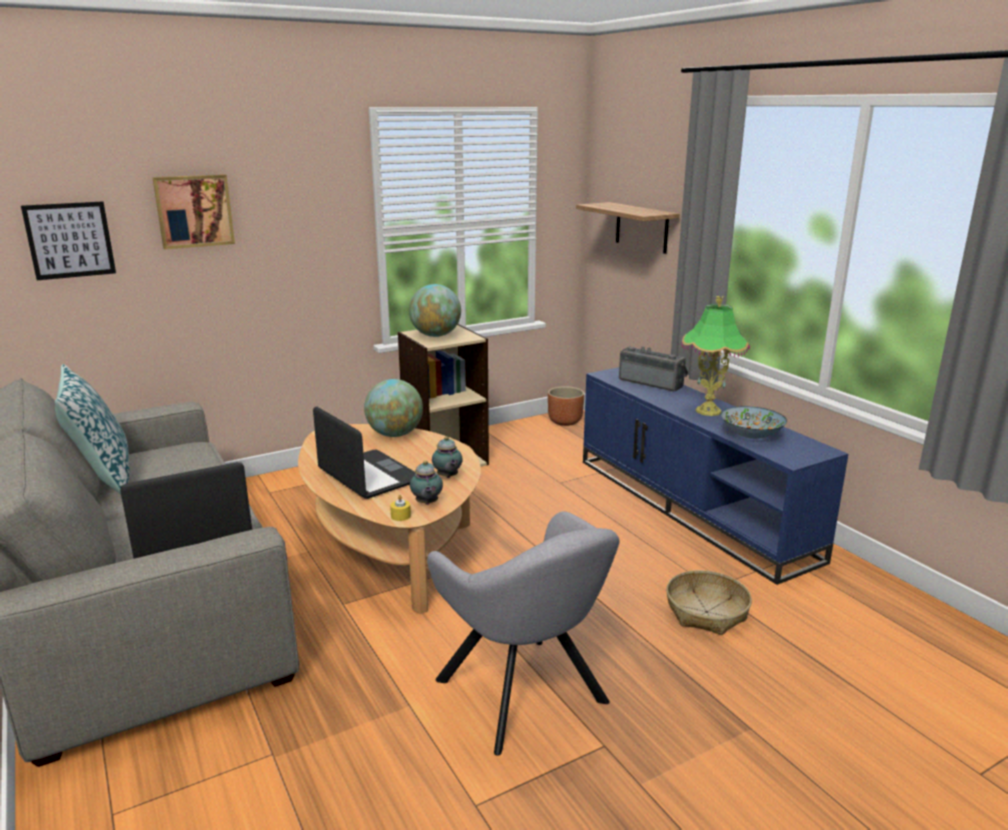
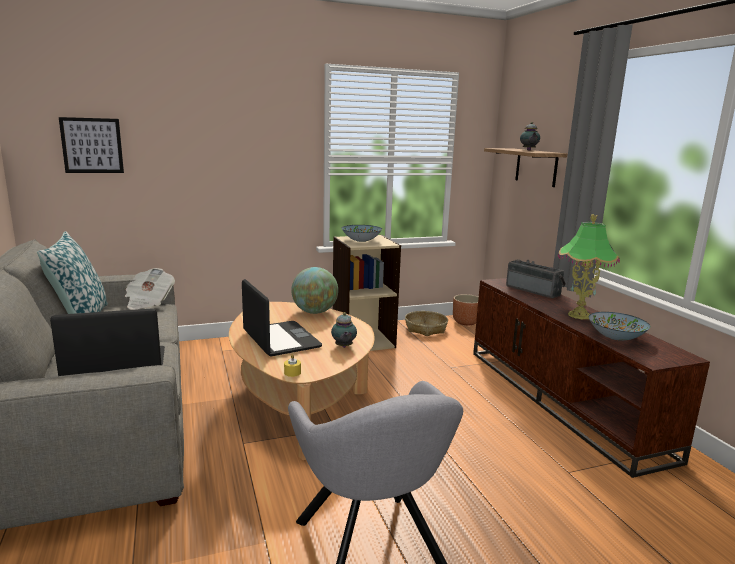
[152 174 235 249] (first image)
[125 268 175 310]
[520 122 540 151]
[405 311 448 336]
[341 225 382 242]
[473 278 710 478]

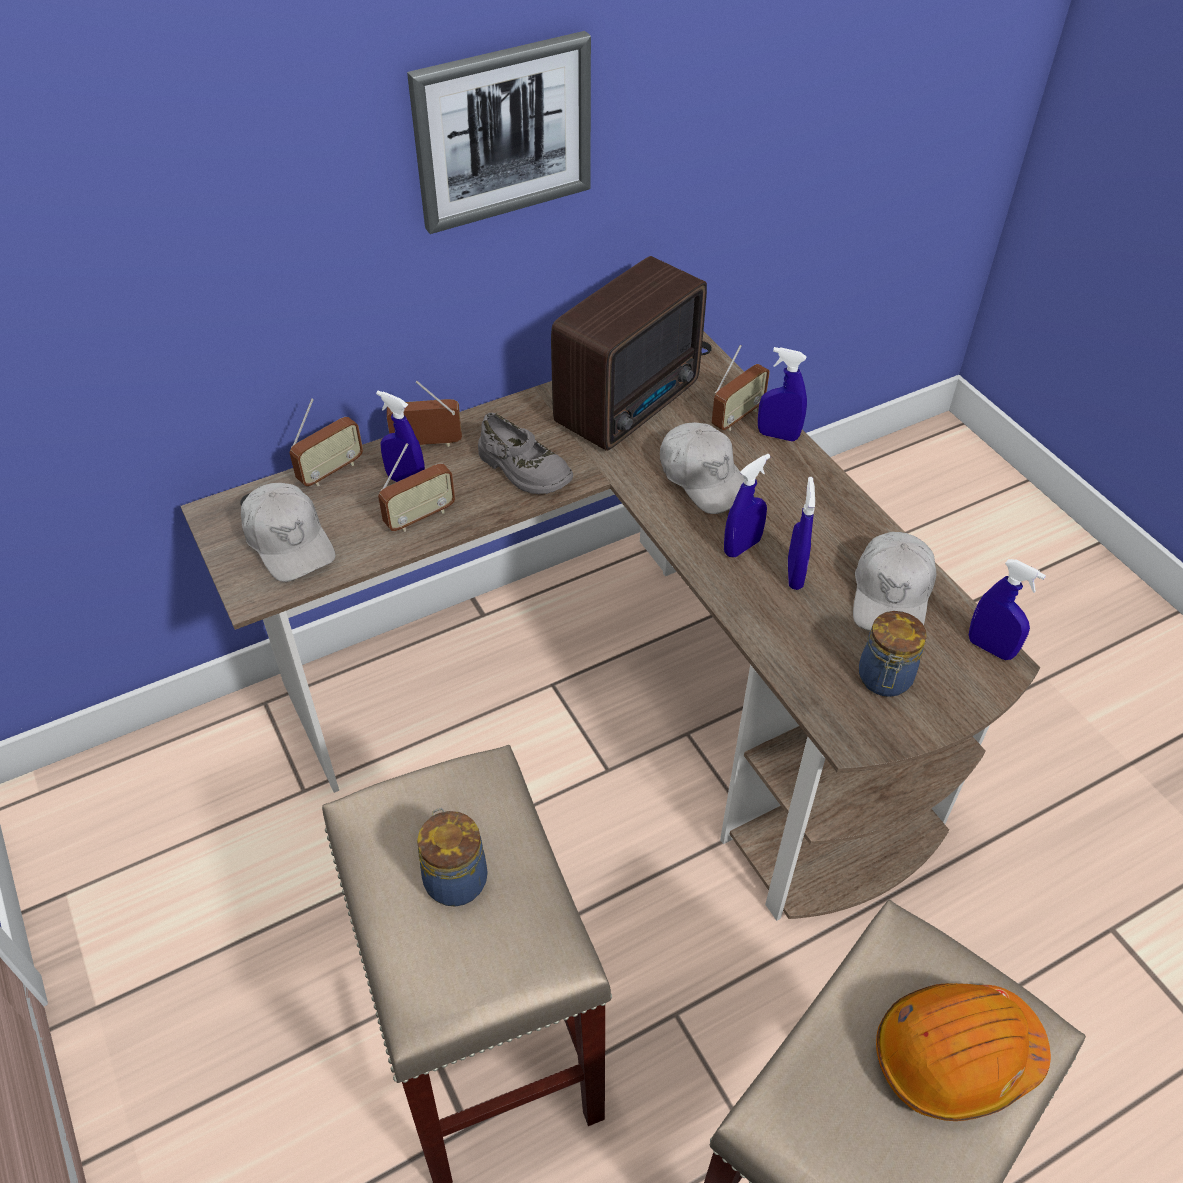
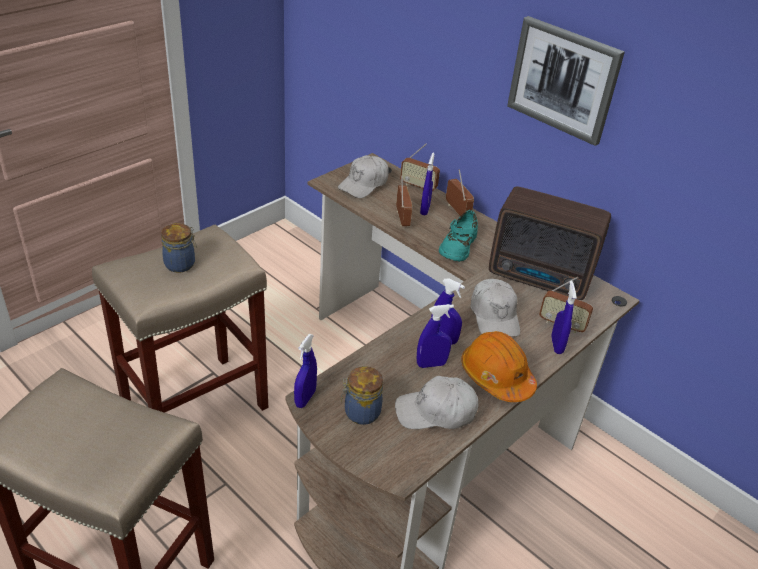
[461 331 537 402]
[294 334 317 408]
[439 210 478 262]
[396 175 412 226]
[470 279 520 337]

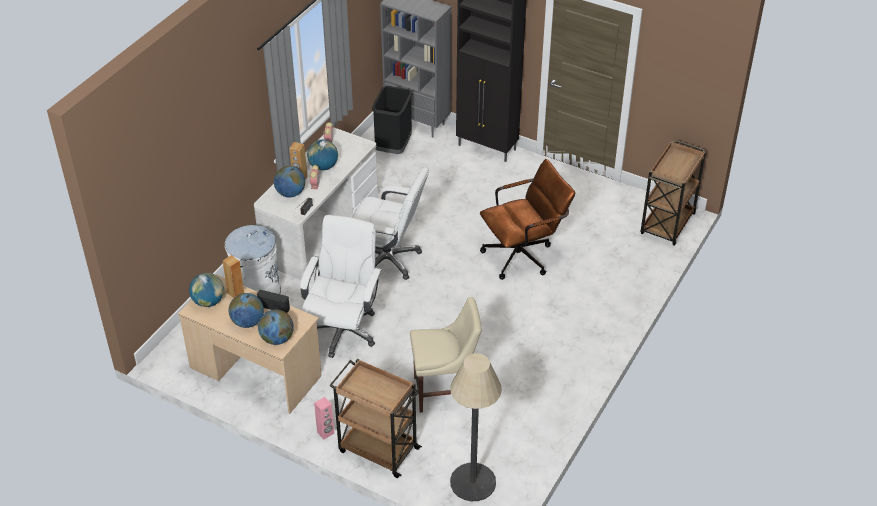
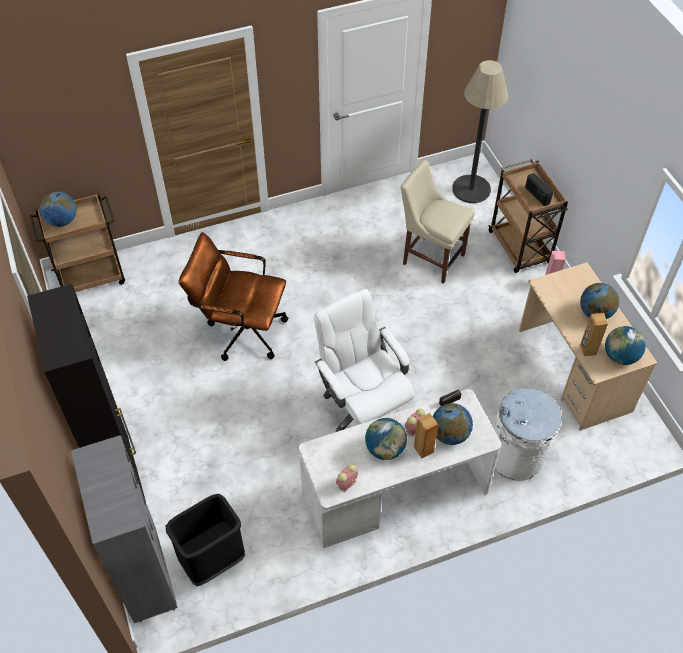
[300 215 382 358] (first image)
[525 173 553 206]
[40 191 76 227]

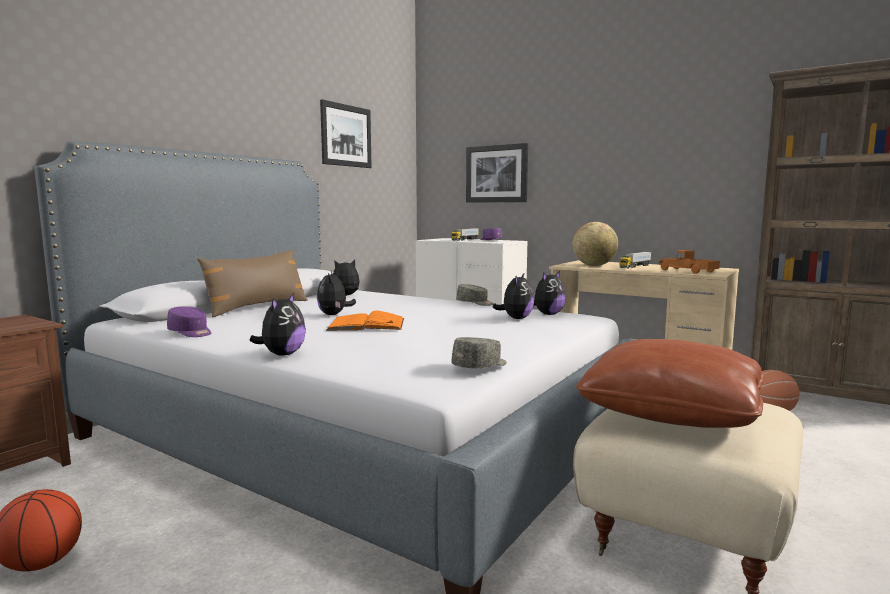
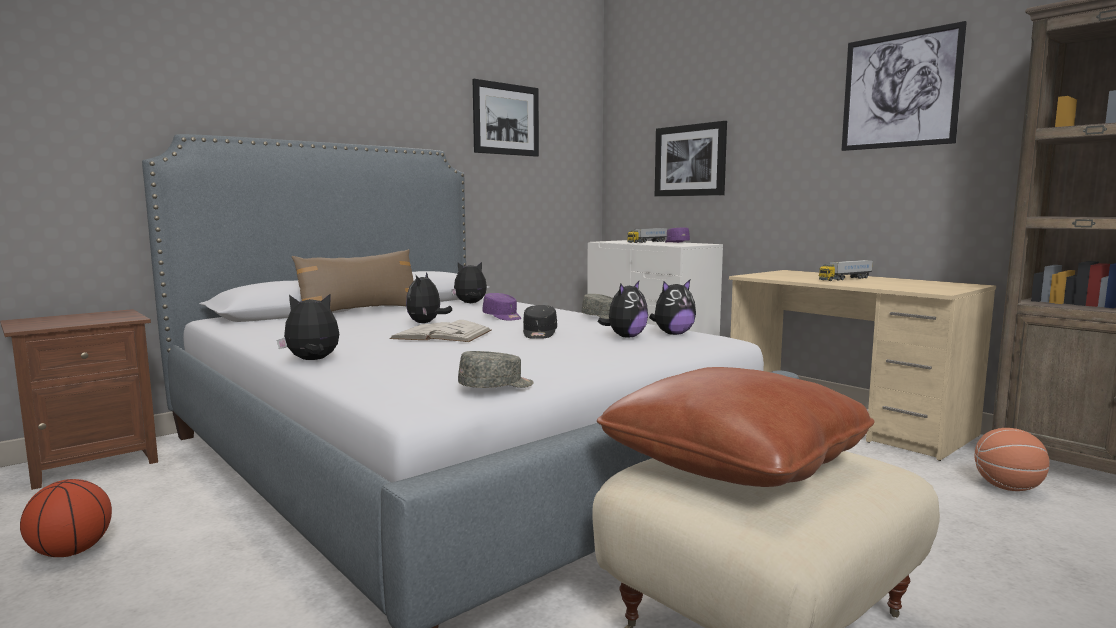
[573 222 618 266] (first image)
[659 250 720 274] (first image)
[523 305 557 339]
[842 21 967 151]
[482 293 521 321]
[390 320 491 342]
[277 294 339 360]

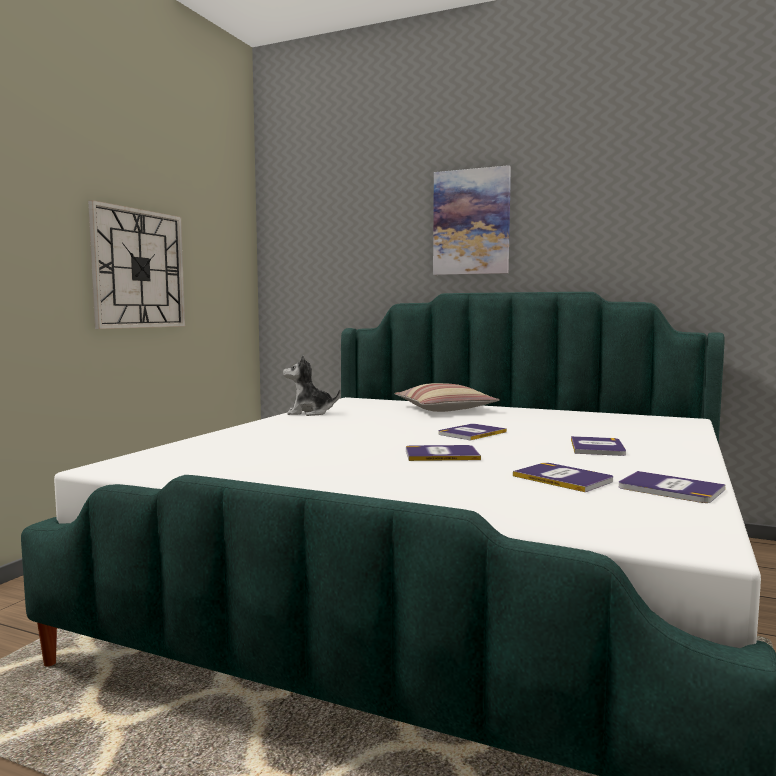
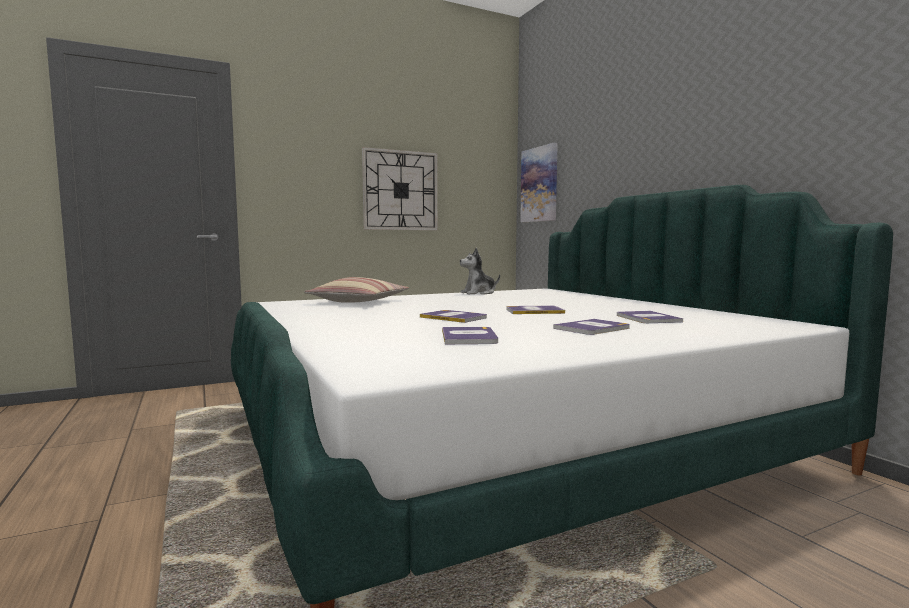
[304 277 409 303]
[520 143 558 222]
[617 311 683 323]
[460 247 500 295]

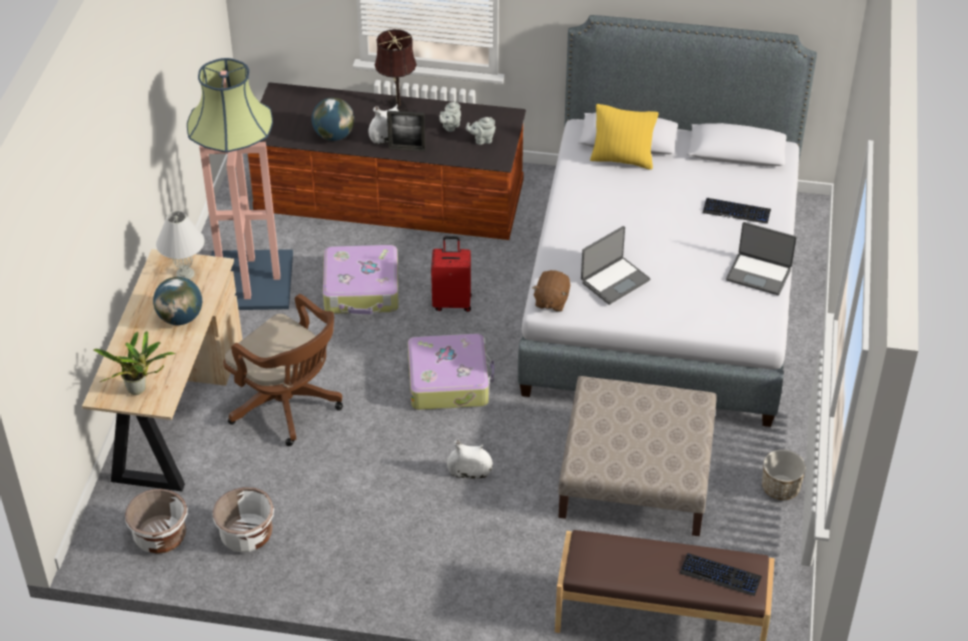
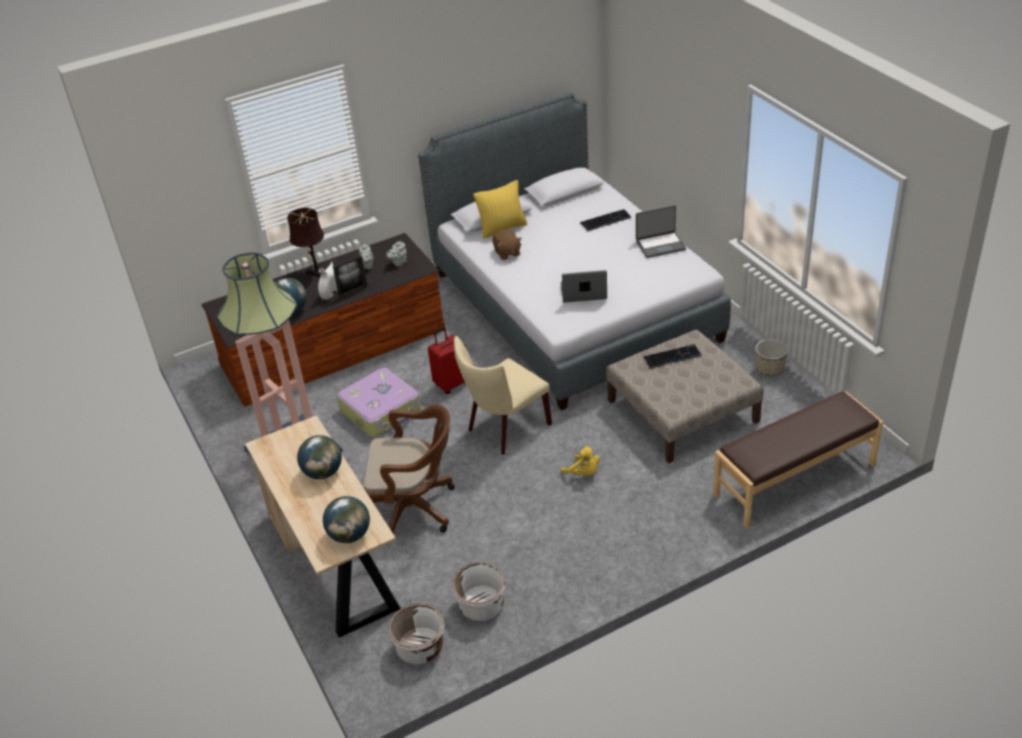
[156 211 205 280] (first image)
[493 230 522 260]
[643 344 702 369]
[323 496 370 543]
[454 336 552 455]
[561 446 600 476]
[561 270 607 303]

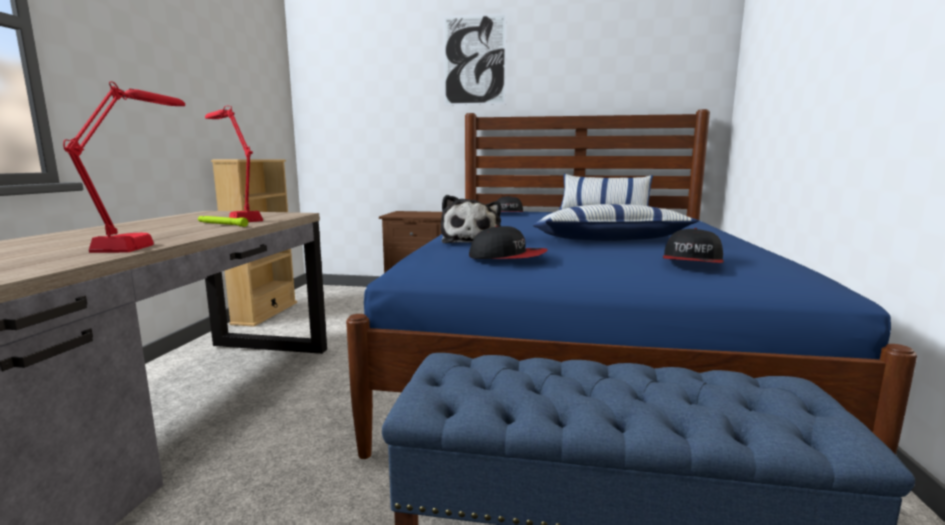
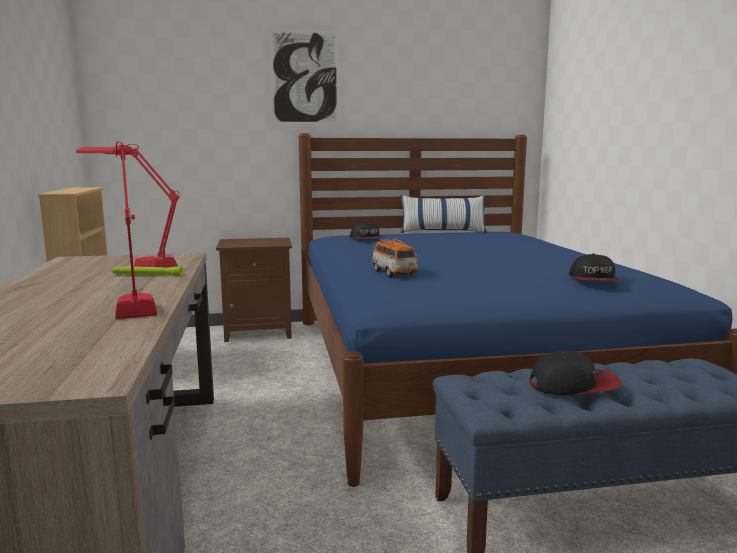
[533 204 699 241] (first image)
[529 350 621 395]
[372 238 419 277]

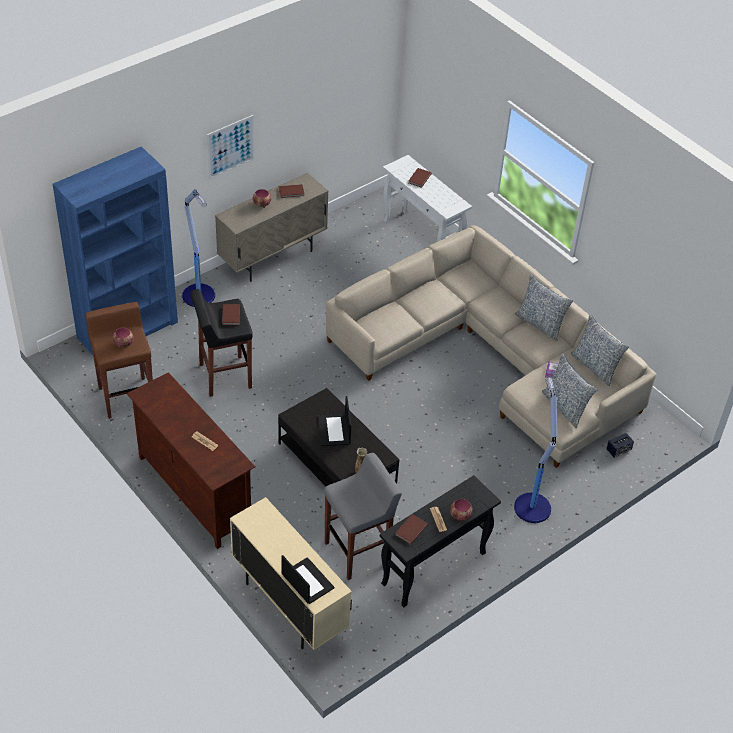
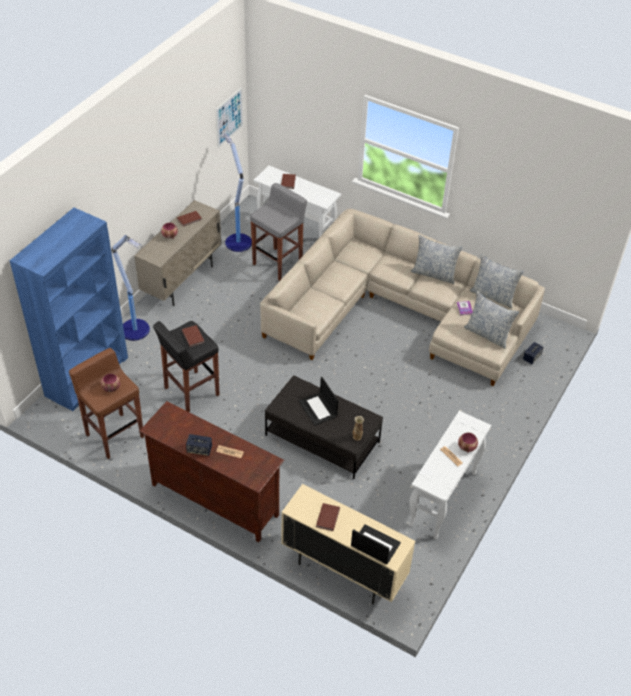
[186 434 212 456]
[216 87 243 148]
[250 183 307 281]
[316 503 340 531]
[223 134 252 252]
[408 411 491 540]

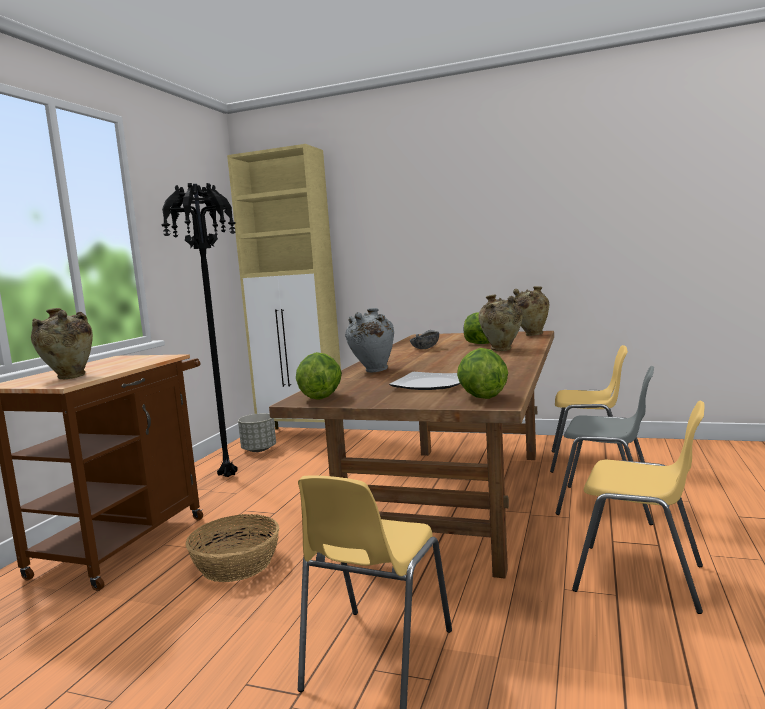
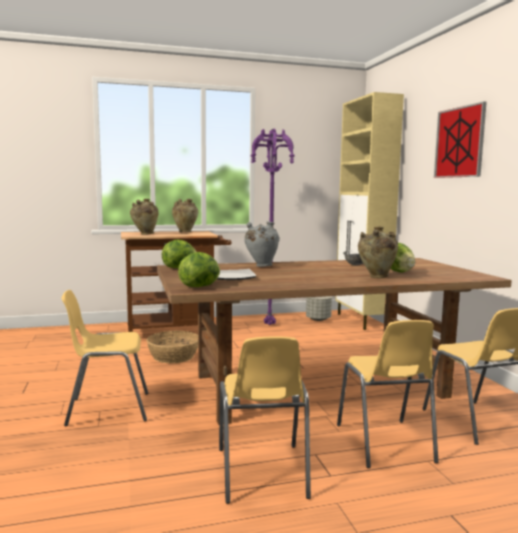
[434 101 487 178]
[172 199 198 232]
[251 129 294 325]
[337 320 438 468]

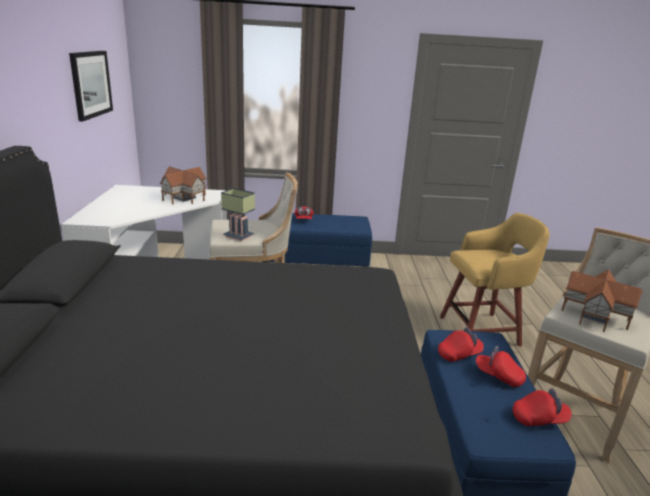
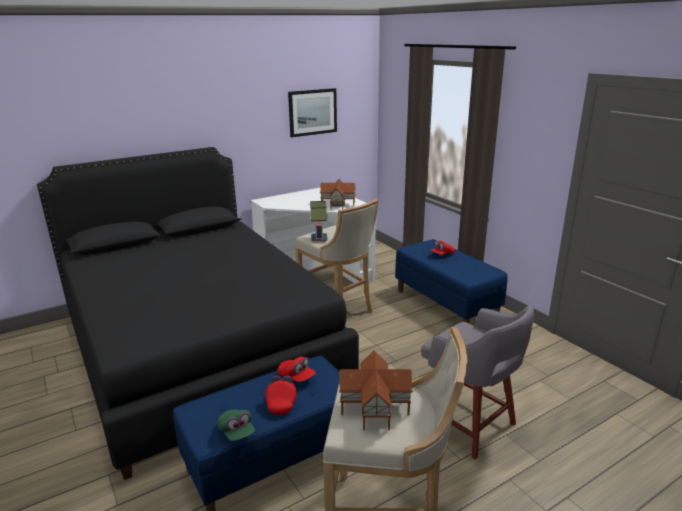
[421 306 534 459]
[218 410 255 441]

